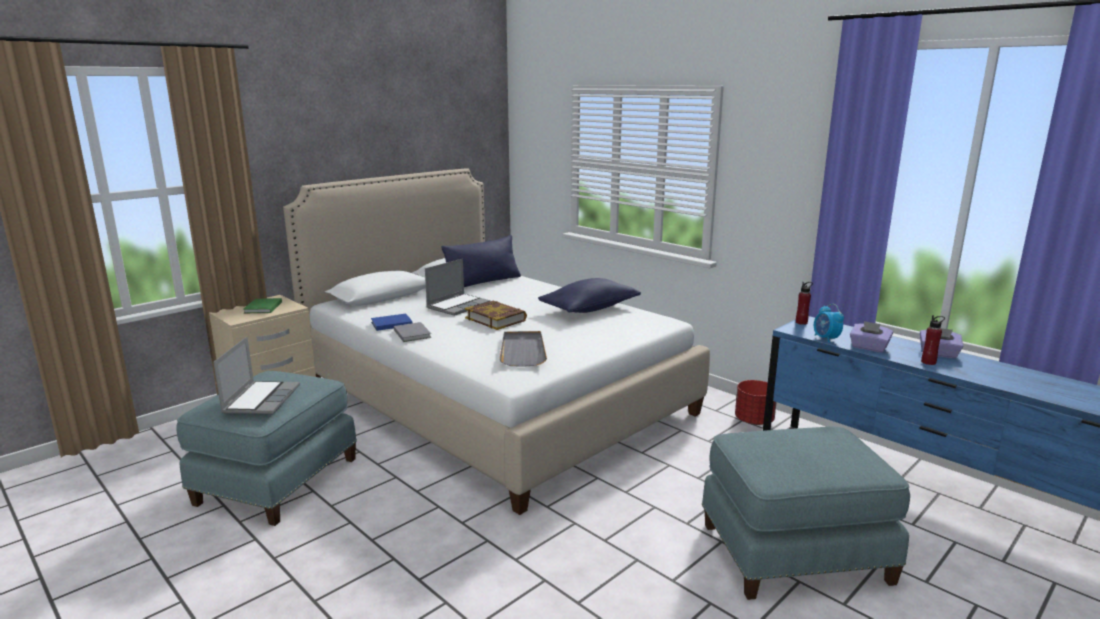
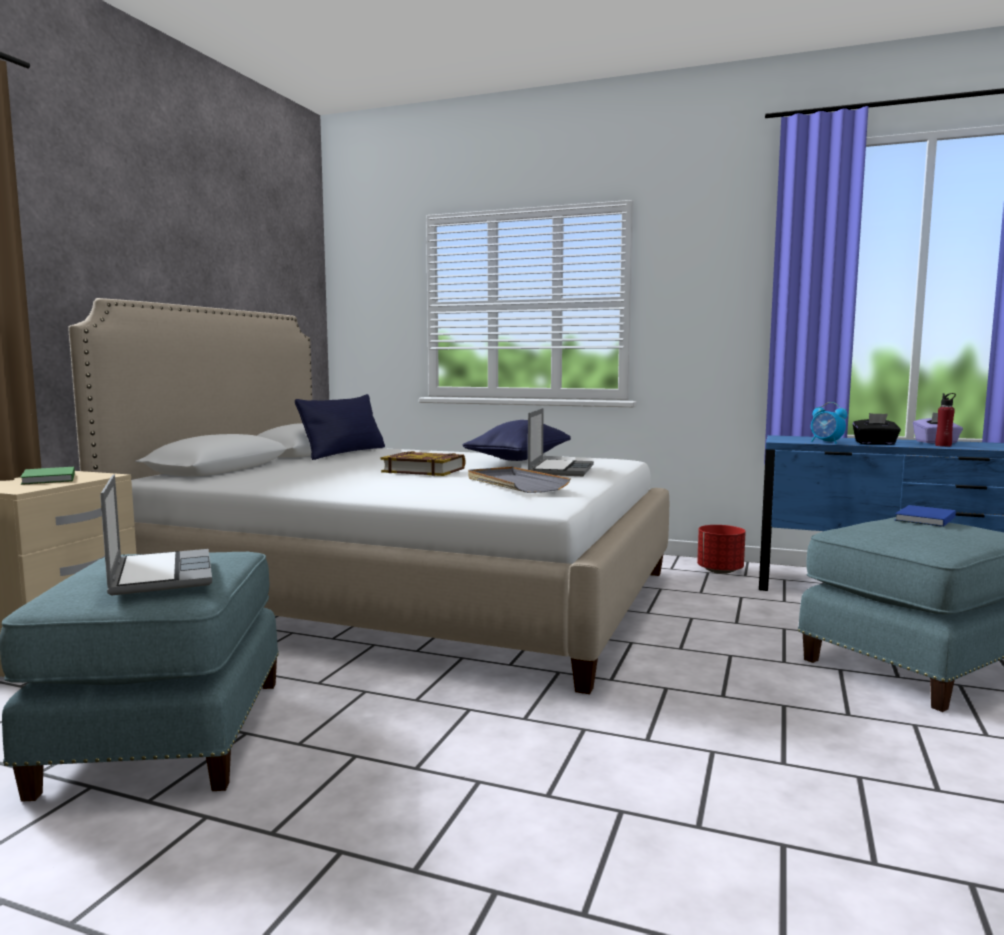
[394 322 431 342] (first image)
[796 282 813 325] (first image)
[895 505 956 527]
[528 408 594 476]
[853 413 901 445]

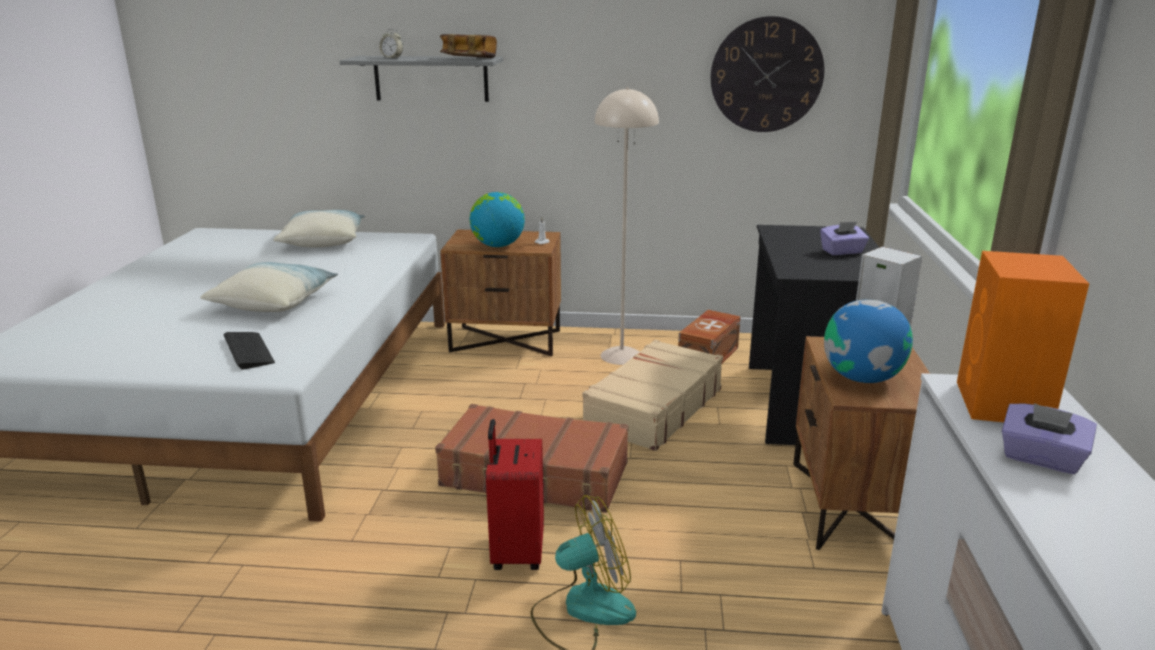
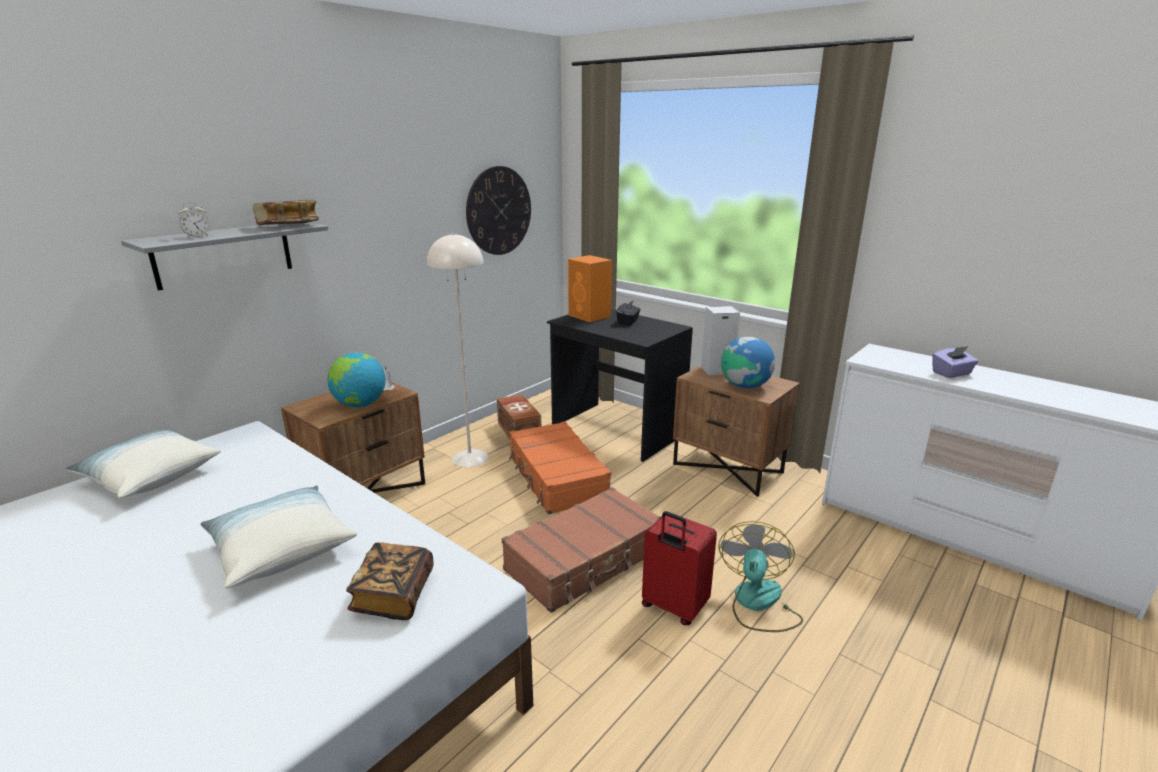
[568 255 612 322]
[346 542 434 620]
[509 421 611 514]
[616 300 641 325]

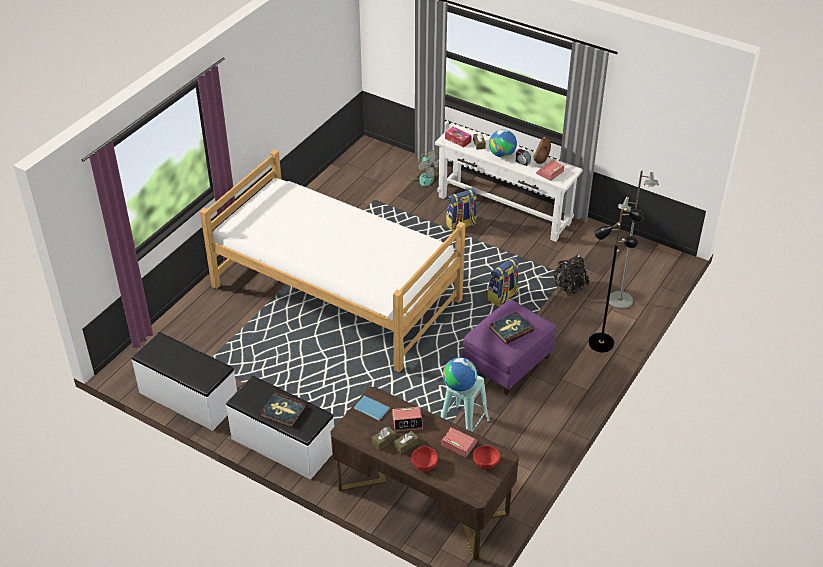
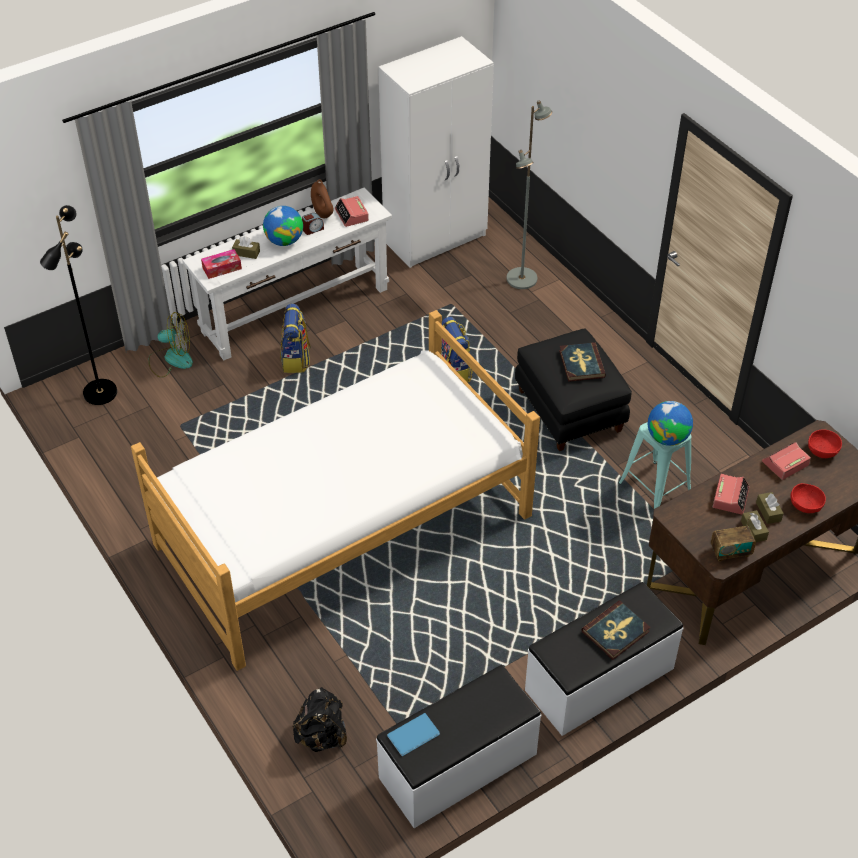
[378 36 494 268]
[711 515 756 561]
[387 713 440 756]
[293 687 347 752]
[40 205 117 405]
[515 329 632 451]

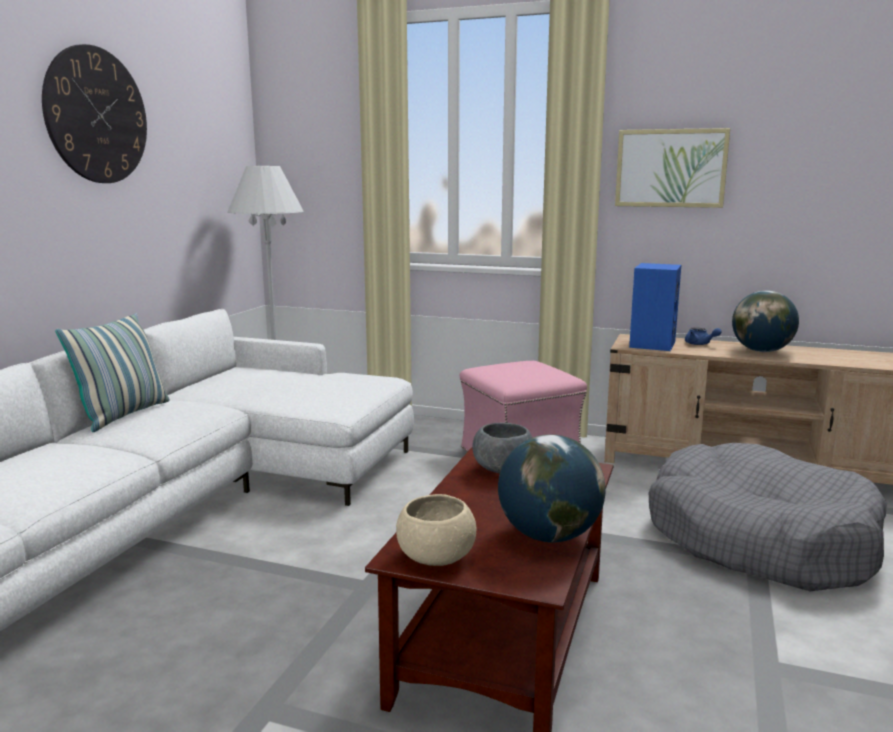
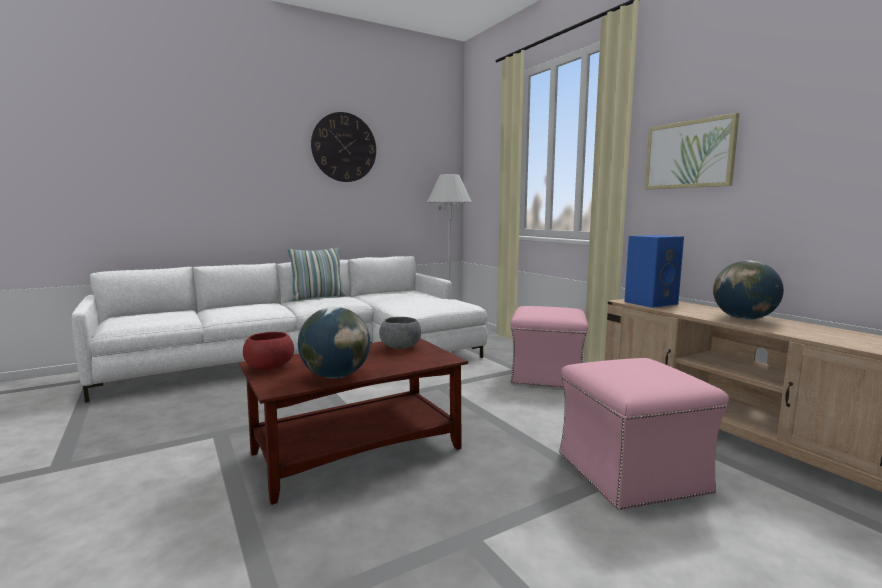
[685 328 722 345] (first image)
[559 358 729 510]
[243 332 294 370]

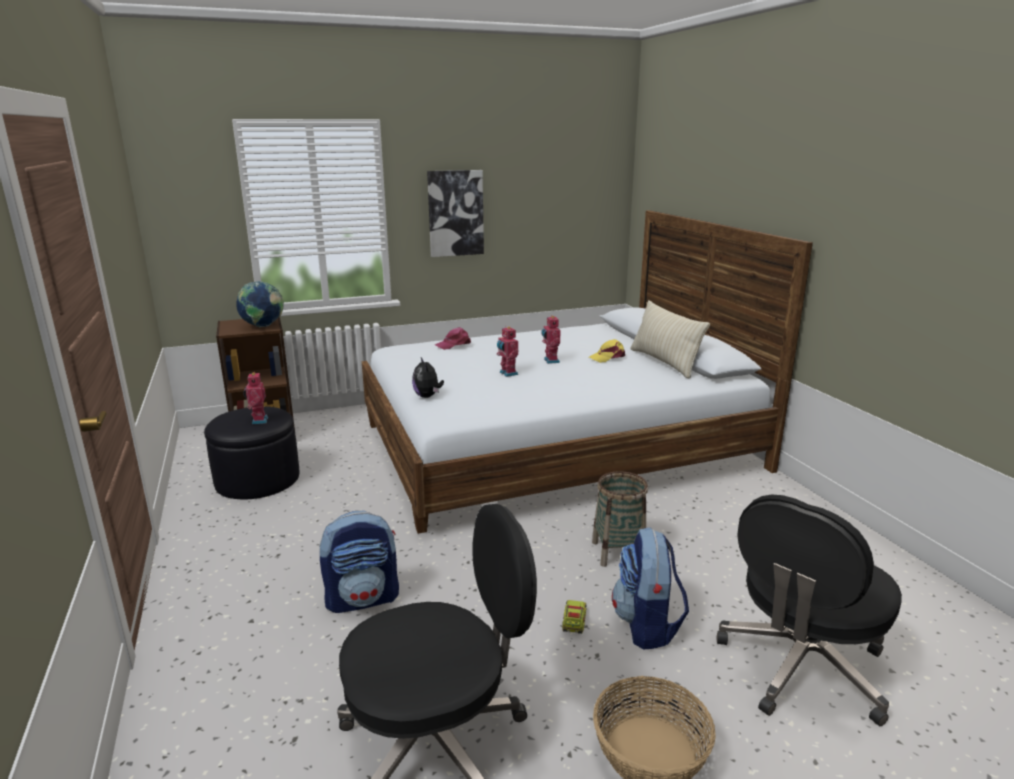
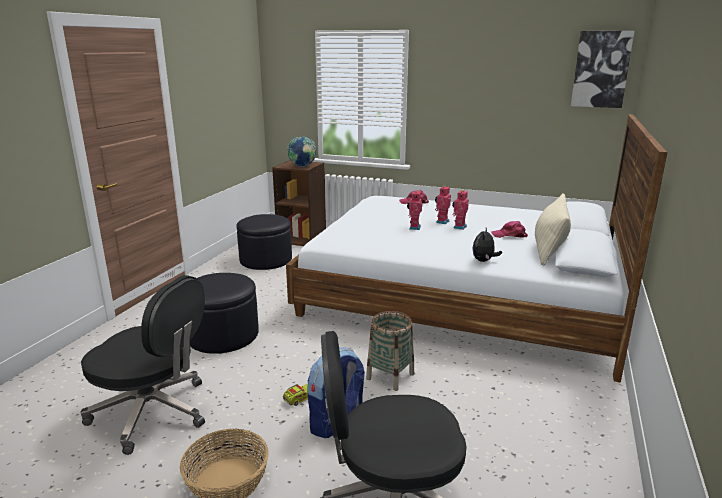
[435 185 451 224]
[473 228 502 262]
[571 31 634 108]
[190 273 259 354]
[491 221 528 238]

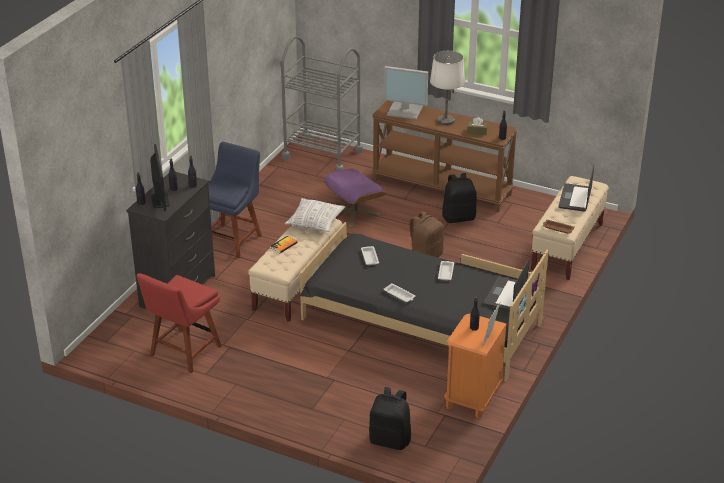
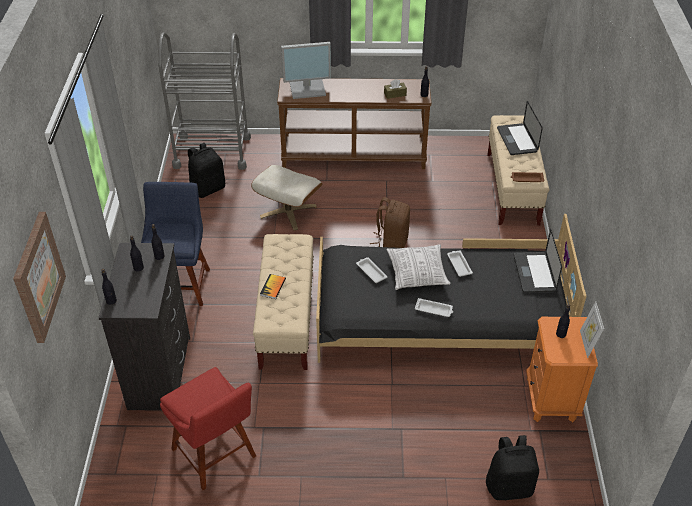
[150 144 170 211] (first image)
[430 51 465 125] (first image)
[13 212 66 343]
[386 244 450 290]
[188 143 225 198]
[251 165 322 231]
[160 367 256 490]

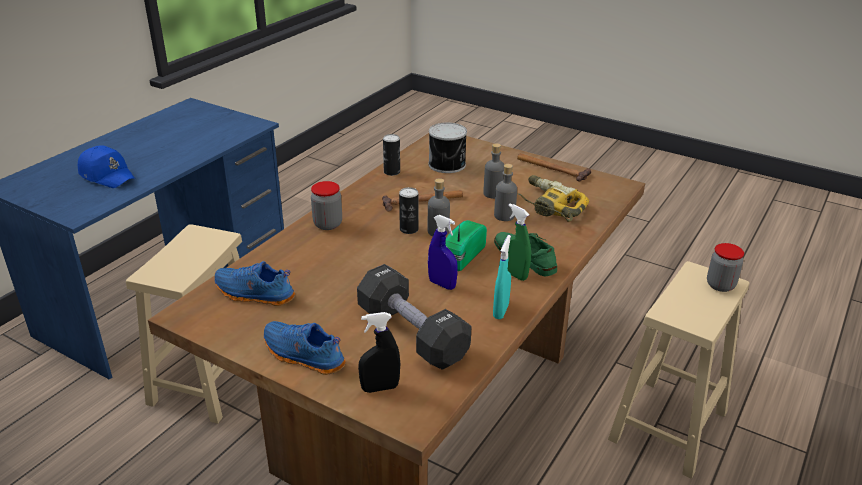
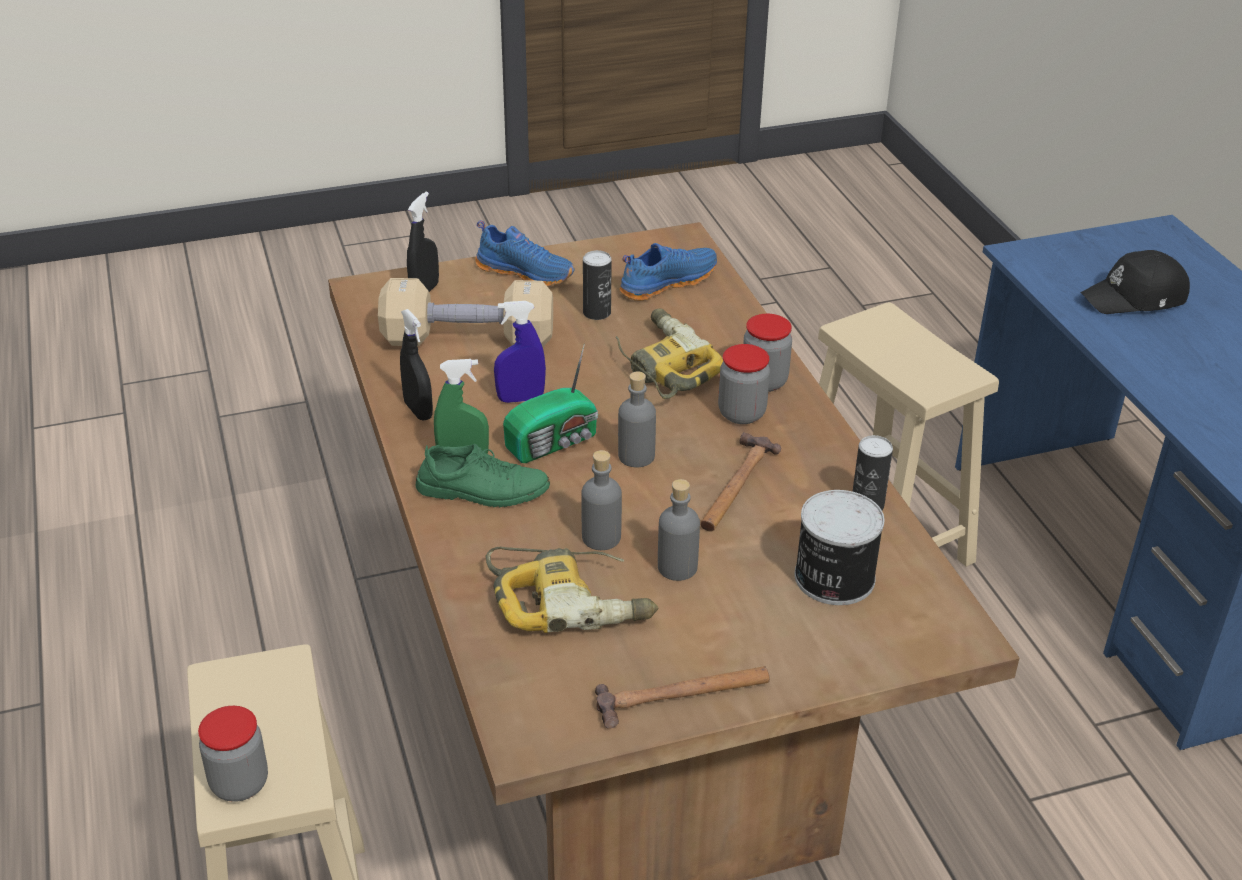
[616 308 723 399]
[718 344 770 424]
[583 250 612 320]
[1080 250 1190 314]
[378 278 553 347]
[400 309 433 421]
[475 220 575 287]
[503 344 598 463]

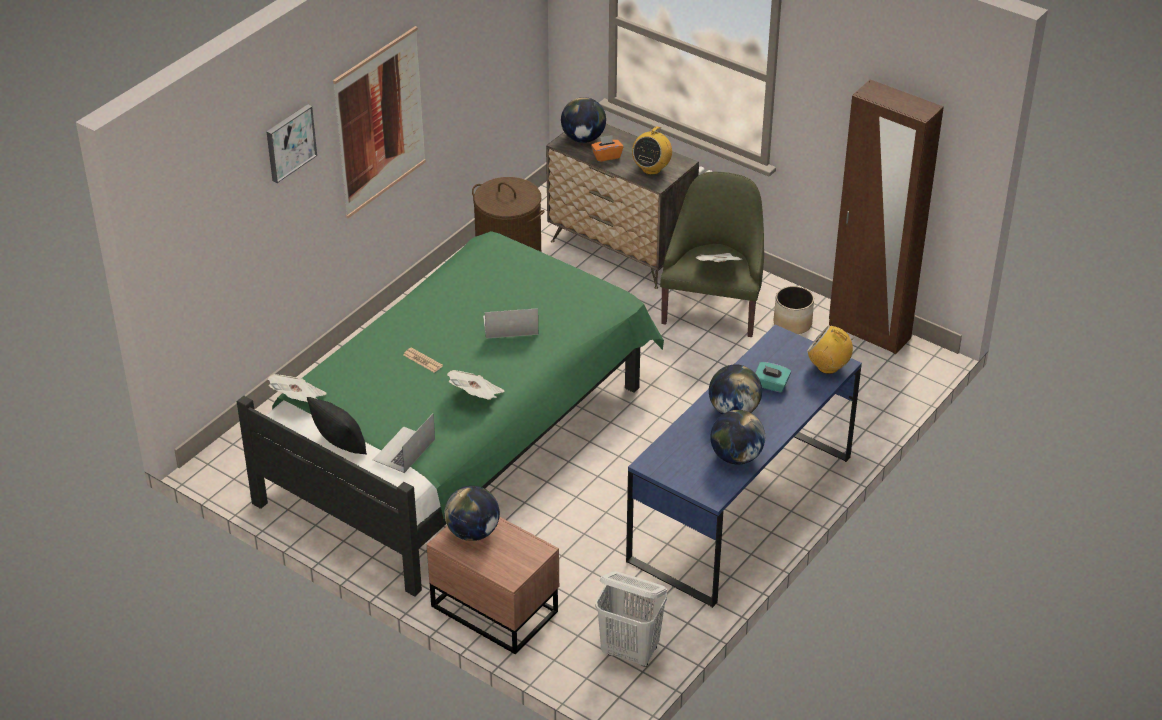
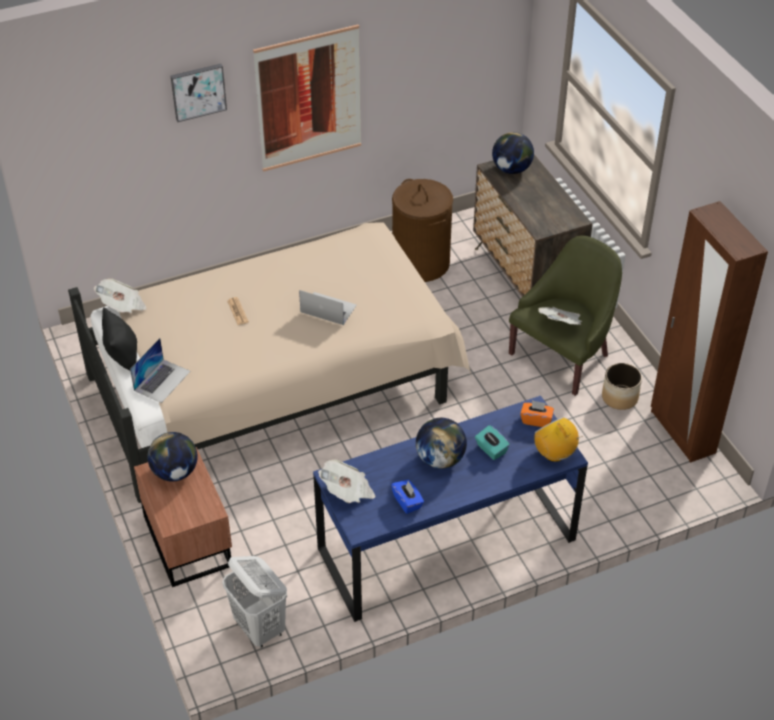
[632 126 672 175] (first image)
[318 459 375 503]
[520 400 554 427]
[391 480 424 514]
[68 223 472 503]
[130 338 191 403]

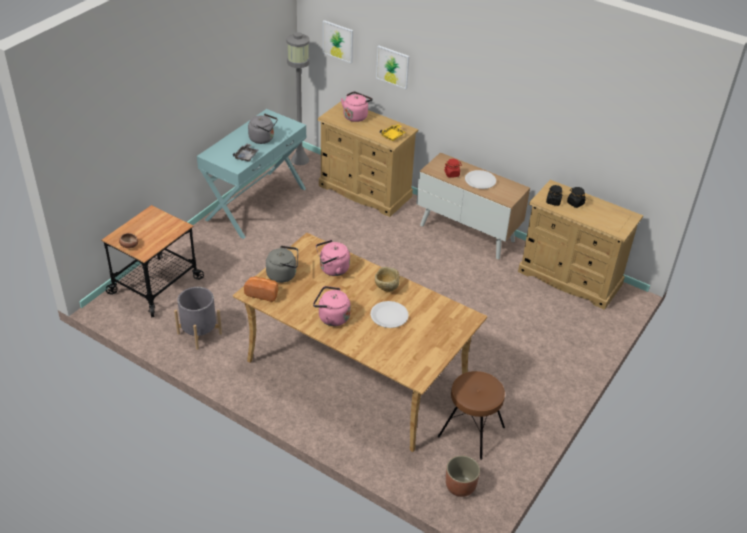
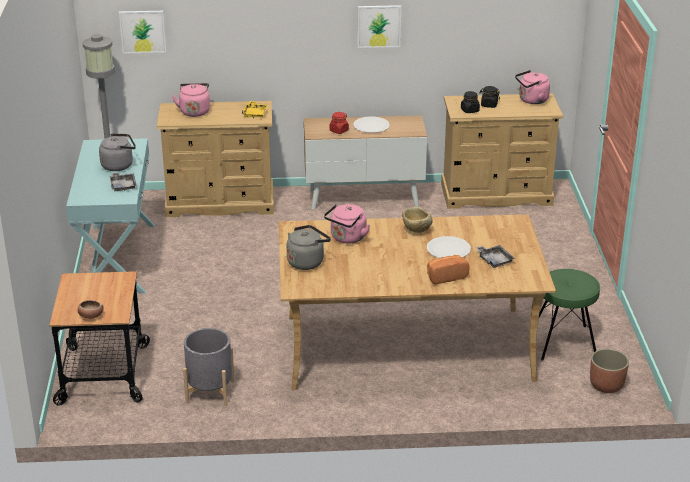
[476 245 515 268]
[427 255 470 284]
[515 70 550 104]
[357 5 401 48]
[539 269 600 360]

